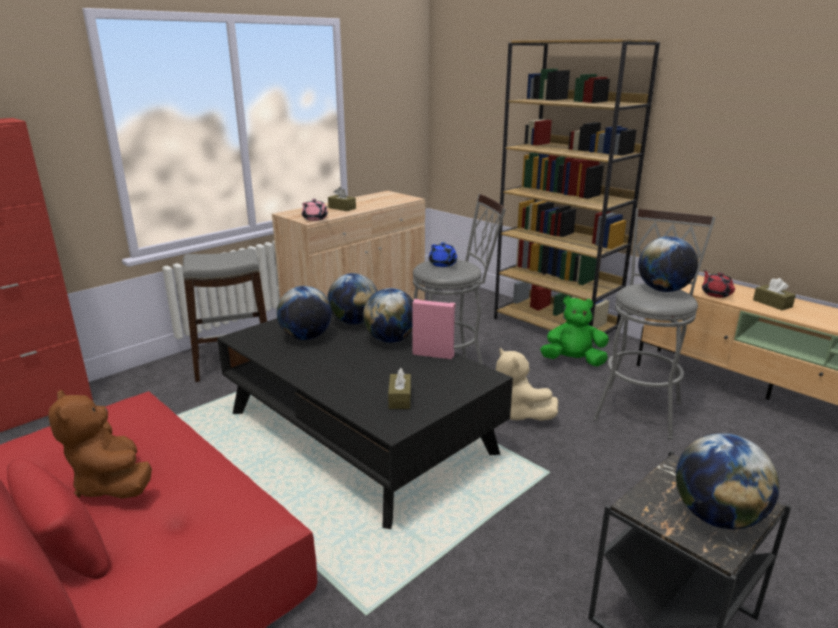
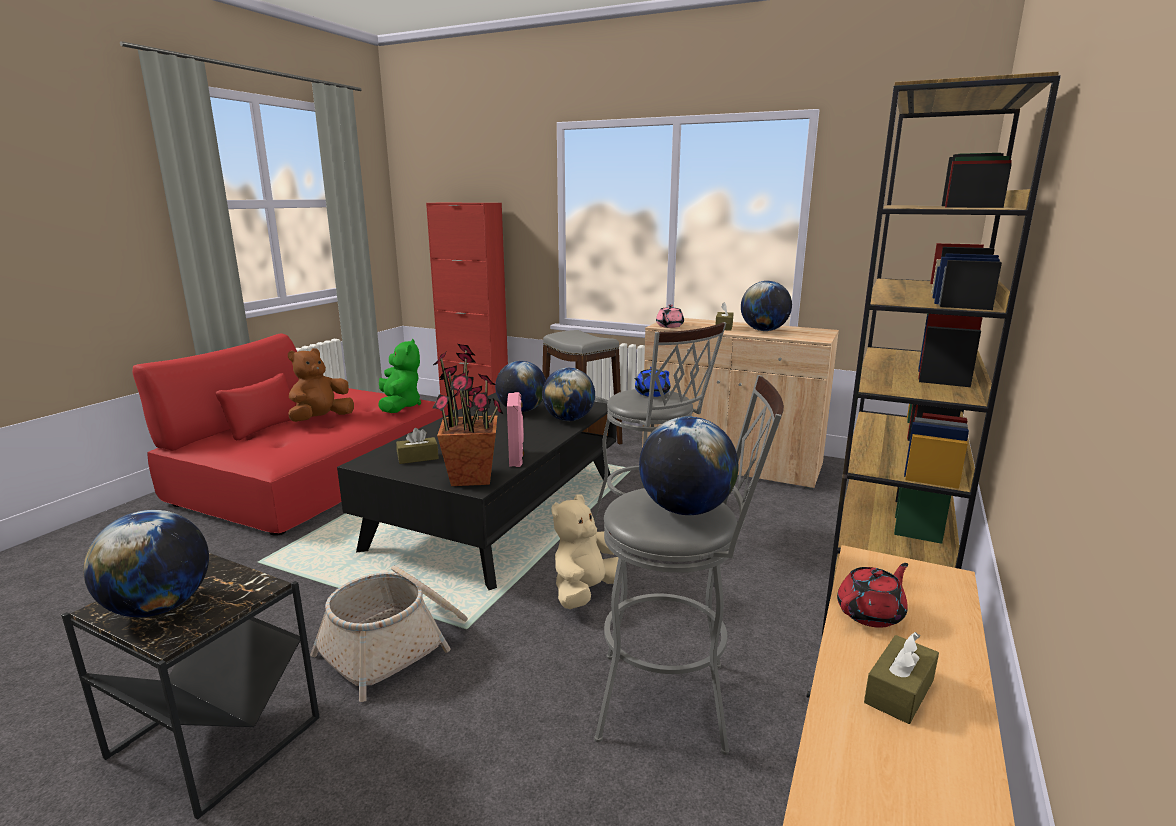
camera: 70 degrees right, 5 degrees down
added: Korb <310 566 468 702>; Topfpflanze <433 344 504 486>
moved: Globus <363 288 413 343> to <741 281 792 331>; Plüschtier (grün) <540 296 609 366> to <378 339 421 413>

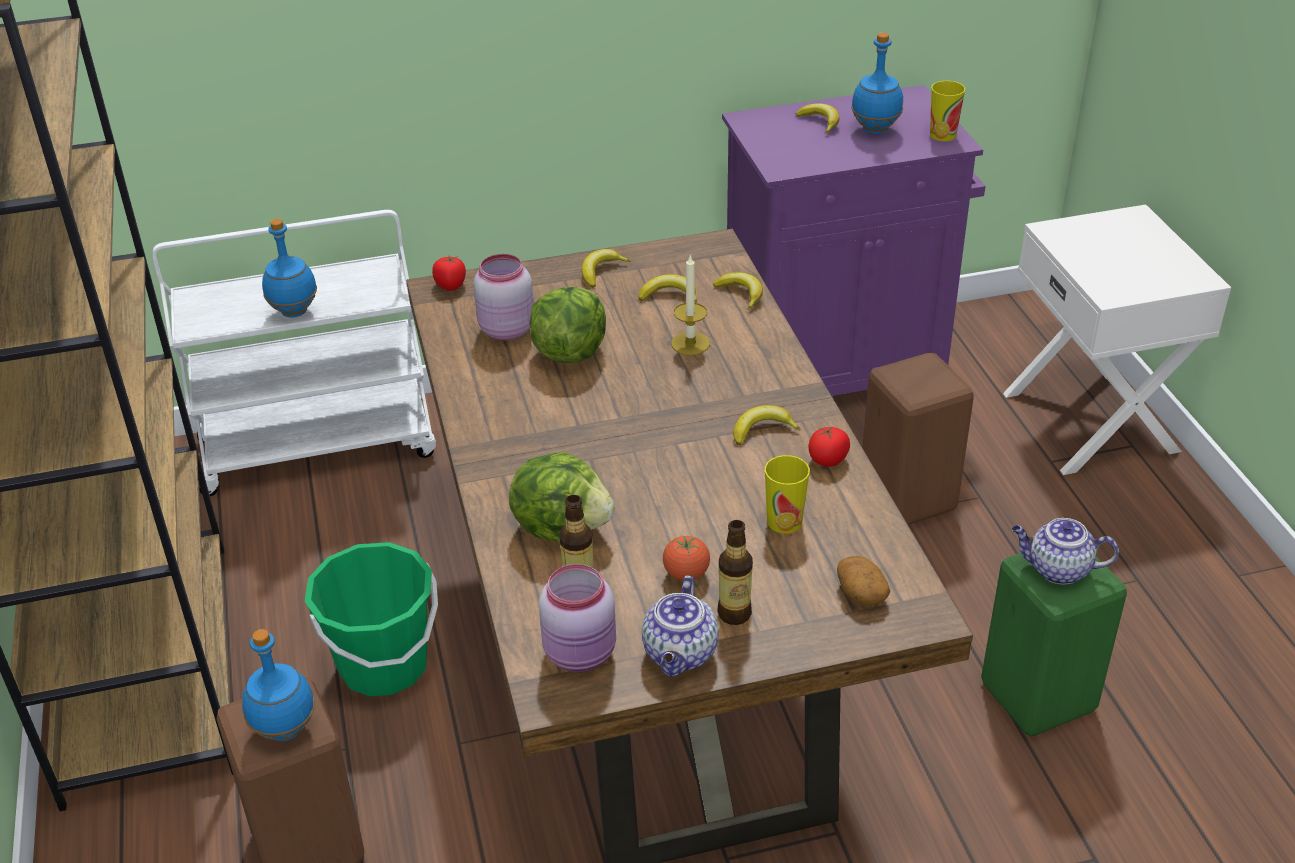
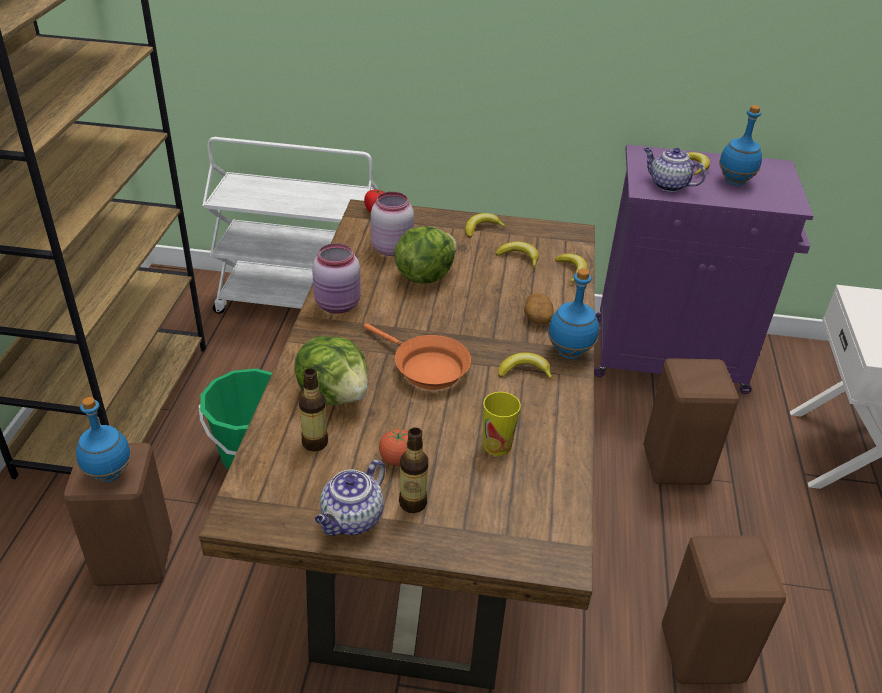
camera: 20 degrees right, 0 degrees up
removed: Kerze <671 254 710 355>; Tomate <809 426 850 467>; Tasse <930 81 965 141>
added: Pfanne (orange) <364 323 471 390>
moved: Flasche (blau) <262 219 317 318> to <548 268 599 359>; Vorratsglas (rosa) <539 564 616 672> to <312 243 361 314>; Kartoffel <837 556 890 605> to <524 293 553 324>; Teekanne <1012 518 1119 584> to <644 148 706 192>
recoloured: Hocker (grün) <981 553 1127 736> to Hocker (braun) <662 536 786 684>

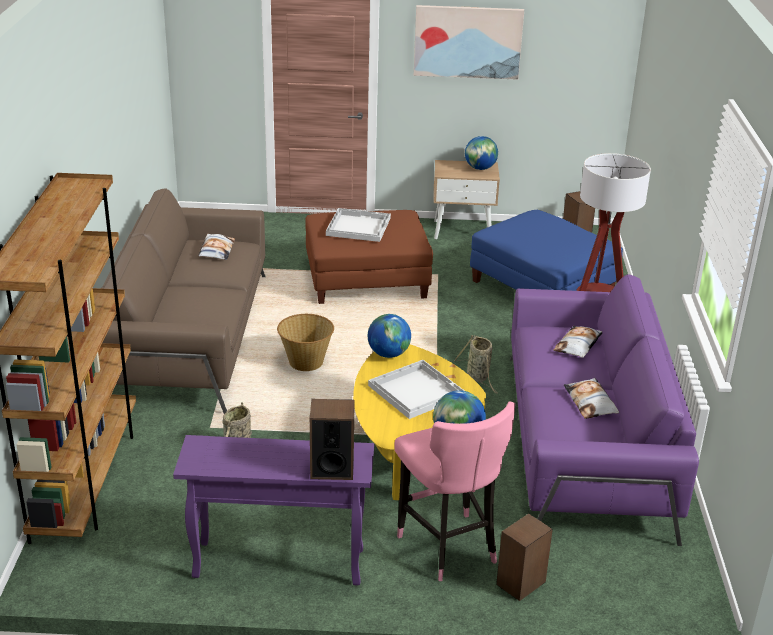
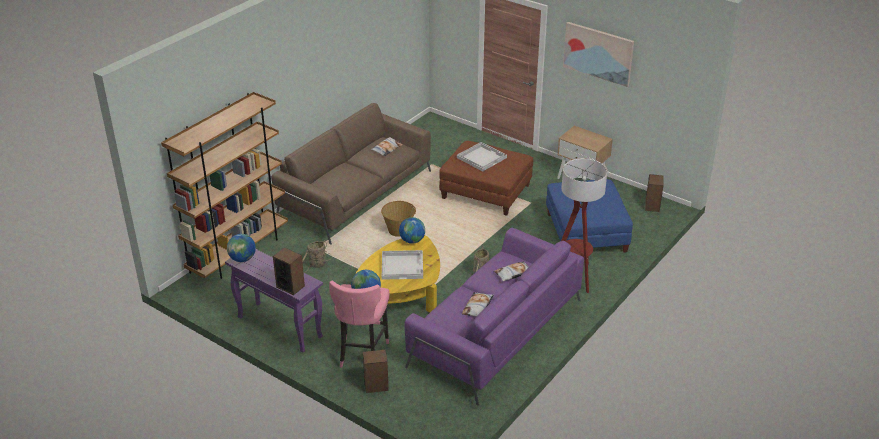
camera: 35 degrees right, 5 degrees up
moved: Globus <465 136 498 170> to <227 234 256 262>

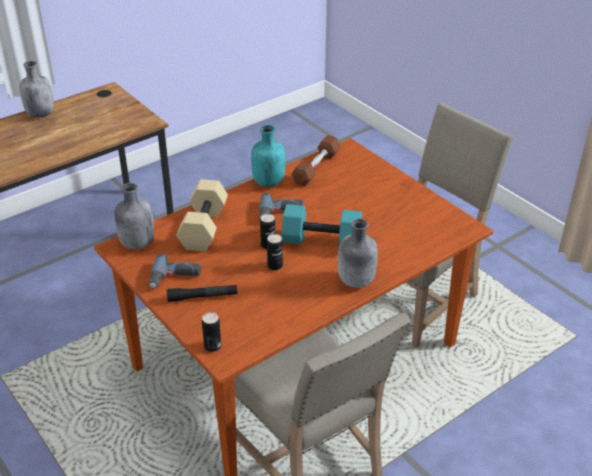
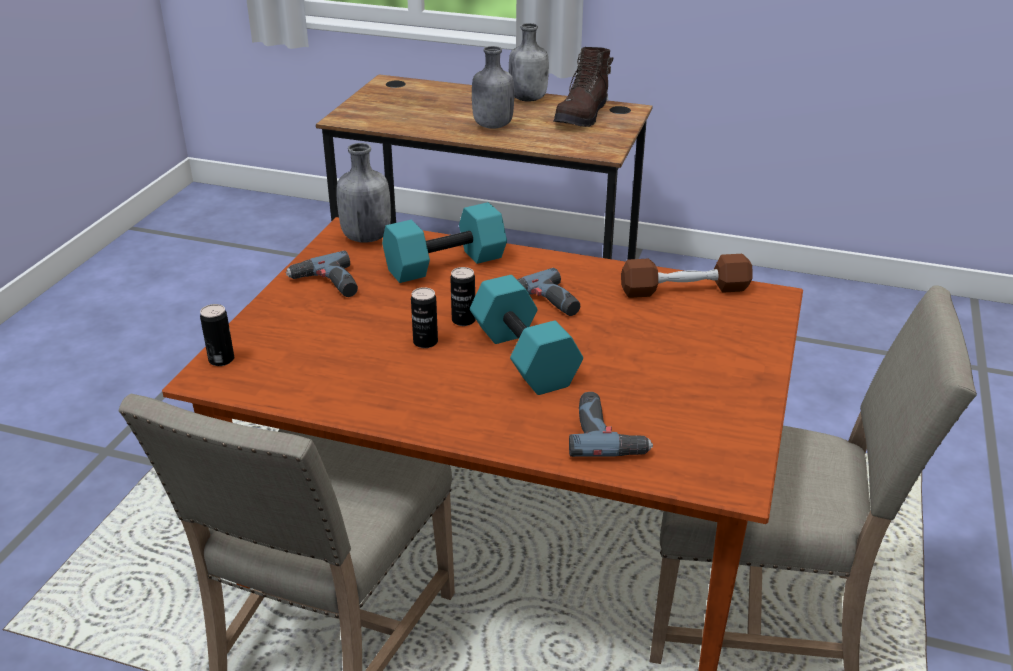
camera: 55 degrees right, 5 degrees down
removed: Taschenlampe (schwarz) <167 285 238 302>; Flasche (türkis) <251 125 285 187>
added: Stiefel (braun) <554 47 613 127>; Bohrmaschine <569 392 653 457>
moved: Flasche (grau) <338 219 378 288> to <472 46 514 129>
recoloured: Hantel (beige) <176 179 228 251> to Hantel (türkis) <382 202 507 283>

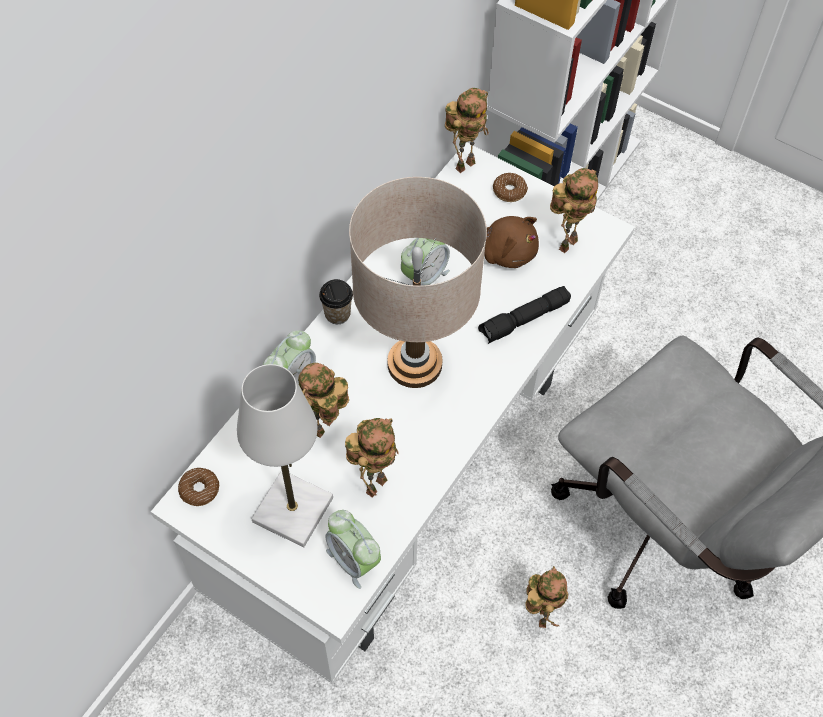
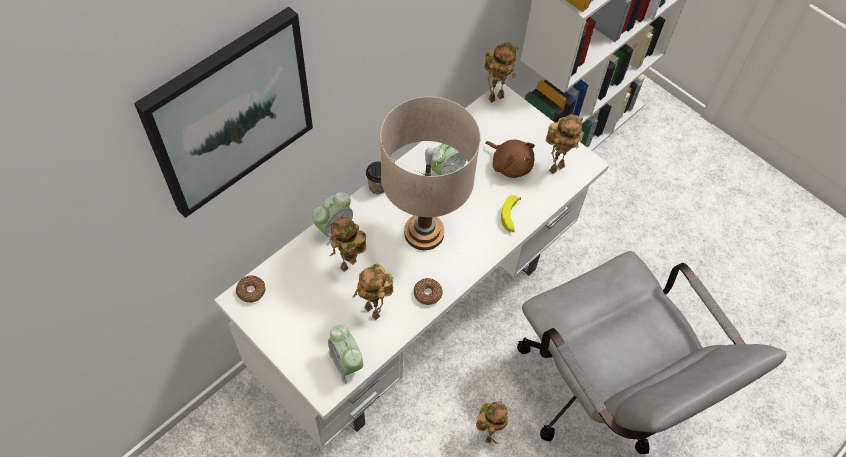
camera: 10 degrees right, 0 degrees up
removed: Tischlampe (weiß) <237 364 333 547>
added: Bild <134 7 313 218>
moved: Donut <493 173 528 202> to <414 278 443 305>
replaced: Taschenlampe (schwarz) <478 286 571 344> to Banane <501 195 521 232>
turned: Spielzeugroboter <345 418 399 498> = <353 264 393 320> 90 degrees clockwise

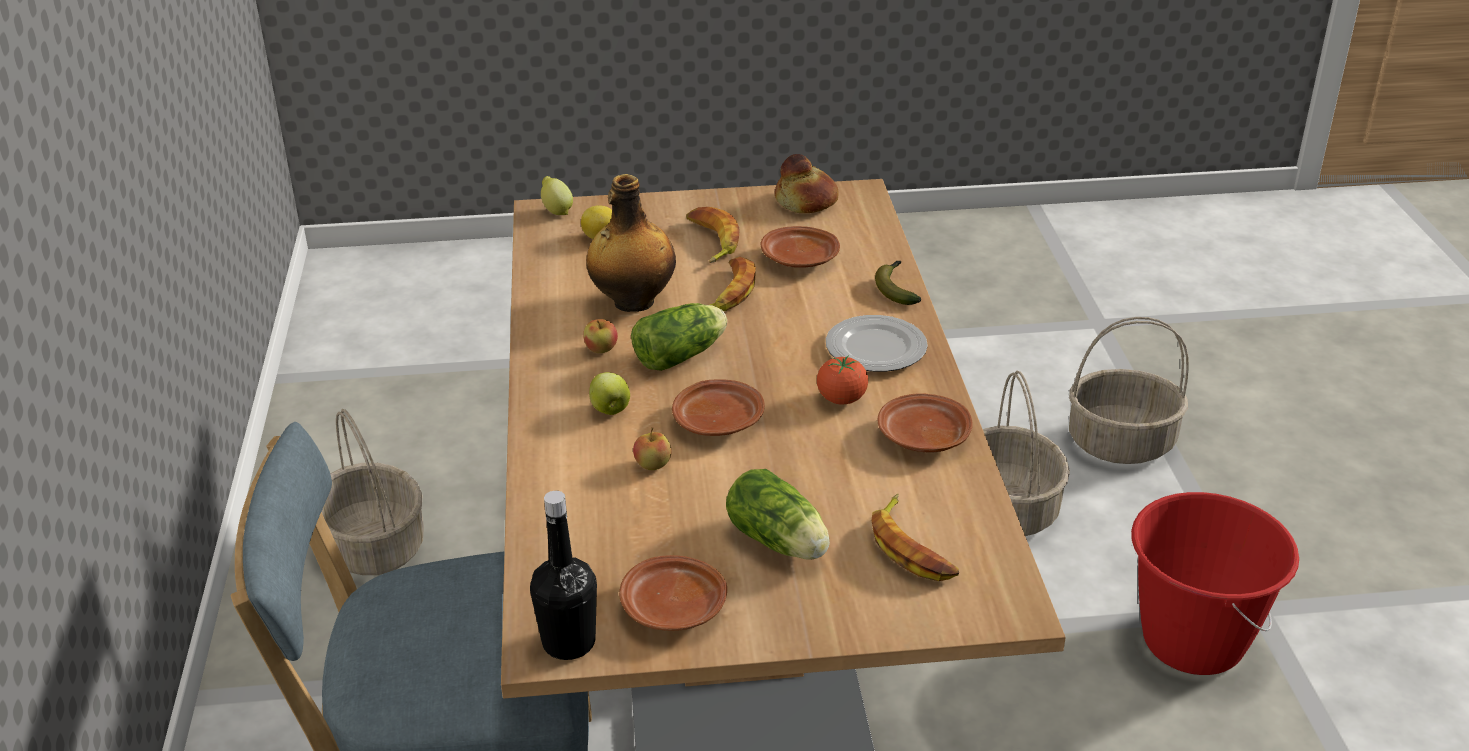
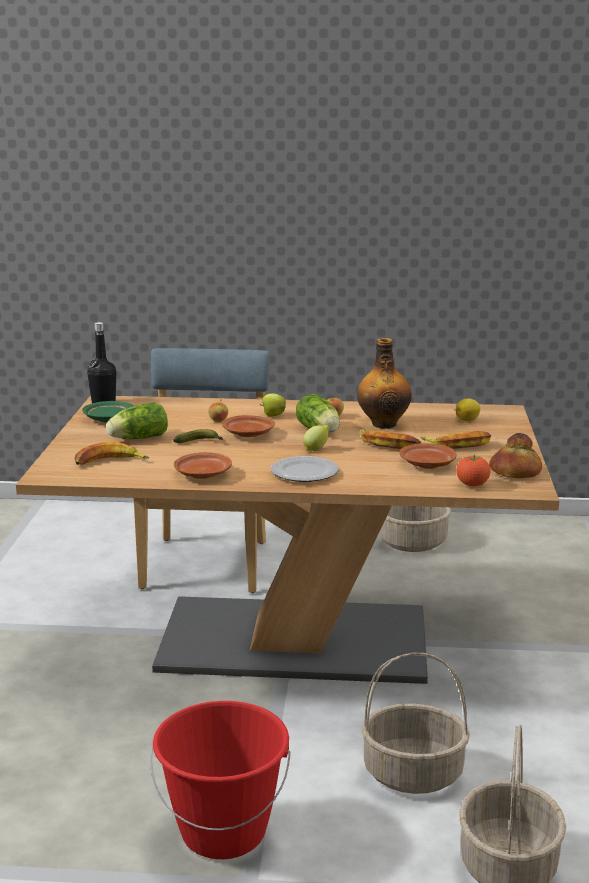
camera: 100 degrees right, 15 degrees down
moved: Zitrone <541 176 573 215> to <303 425 330 451>; Tomate <817 355 868 405> to <456 454 491 486>; Banane <875 261 921 305> to <173 429 223 443>
recoloured: Teller (braun) <619 555 727 631> to Teller (grün) <82 401 134 422>

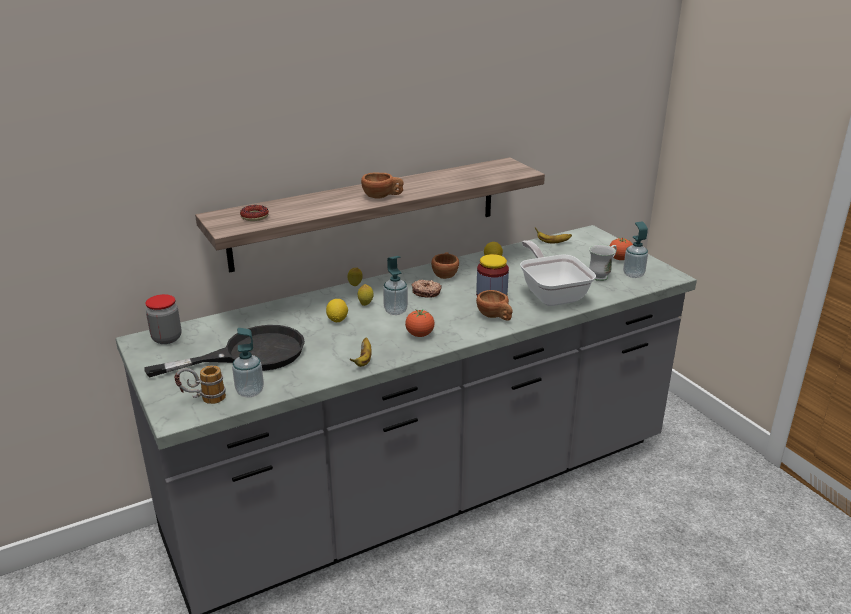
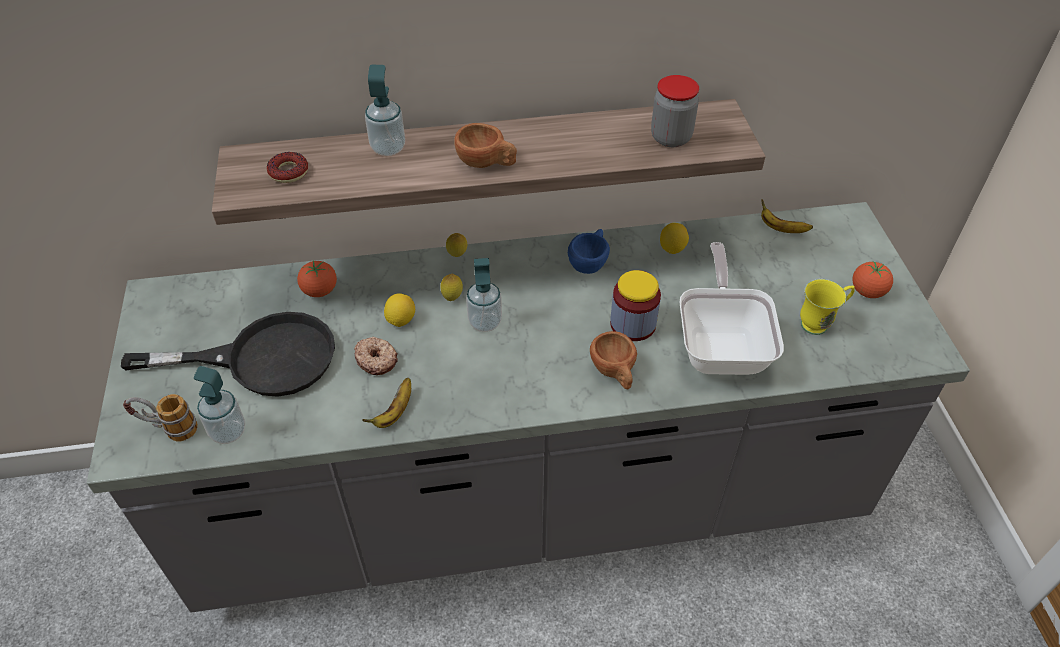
camera: 20 degrees right, 20 degrees up
moved: Vorratsglas <145 294 181 344> to <651 75 699 147>; Tomate <405 309 435 337> to <297 260 337 297>; Donut <412 280 442 298> to <354 337 398 375>; Seifenspender <623 222 648 278> to <365 65 405 156>
recoloured: Tasse (braun) <431 252 459 279> to Tasse (blau) <568 229 610 274>; Henkelbecher (weiß) <589 245 617 281> to Henkelbecher (gelb) <800 279 855 335>

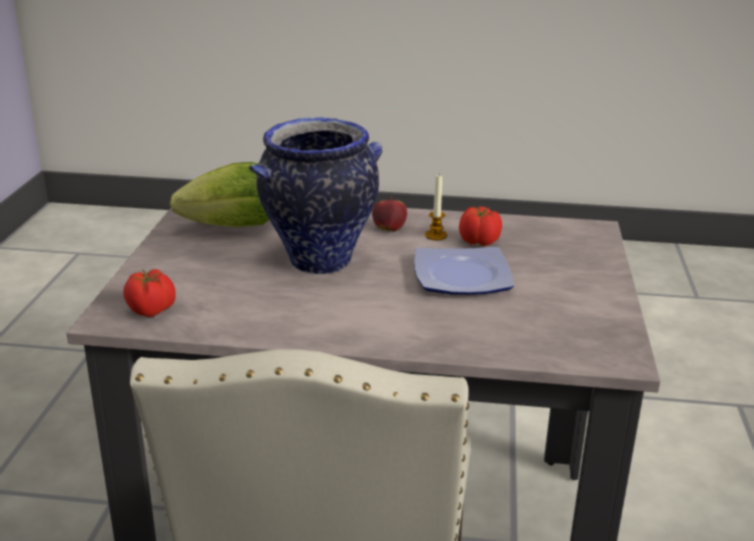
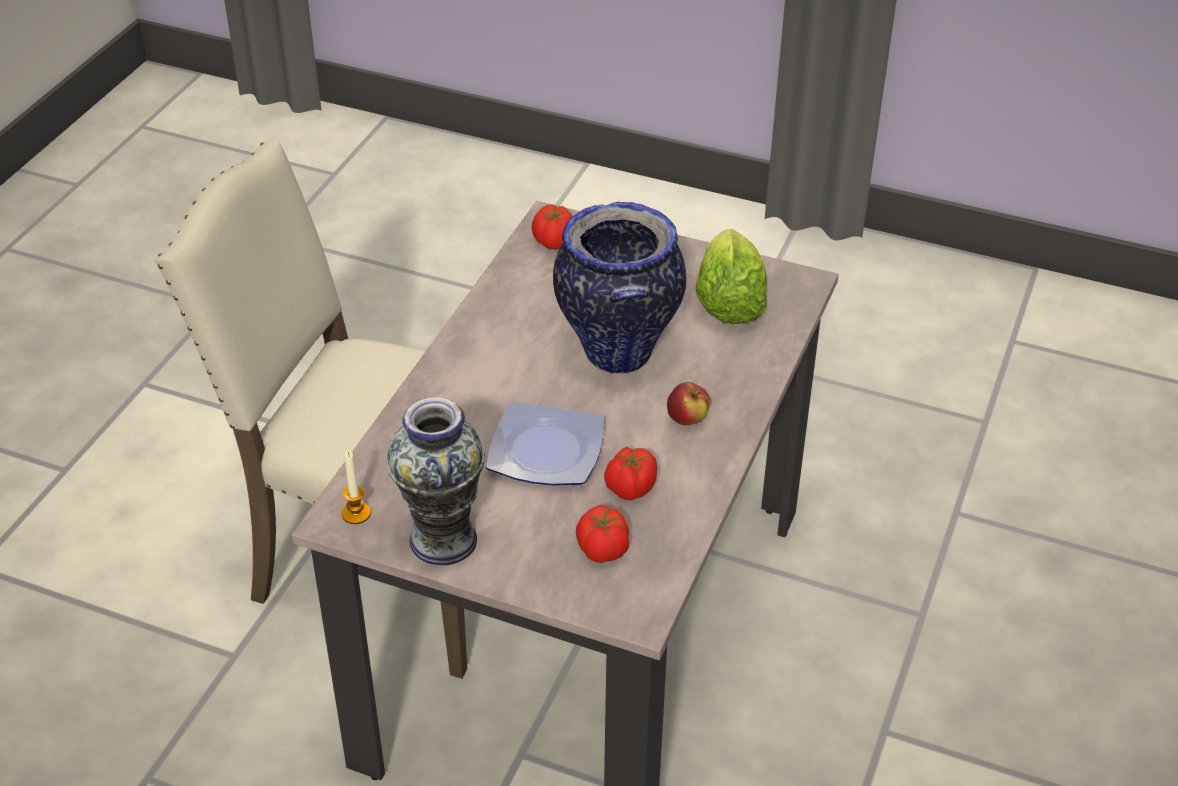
camera: 105 degrees right, 15 degrees up
added: Vase <386 397 485 565>; Tomate <576 505 629 563>
moved: Kerze <425 175 447 240> to <342 451 371 524>

